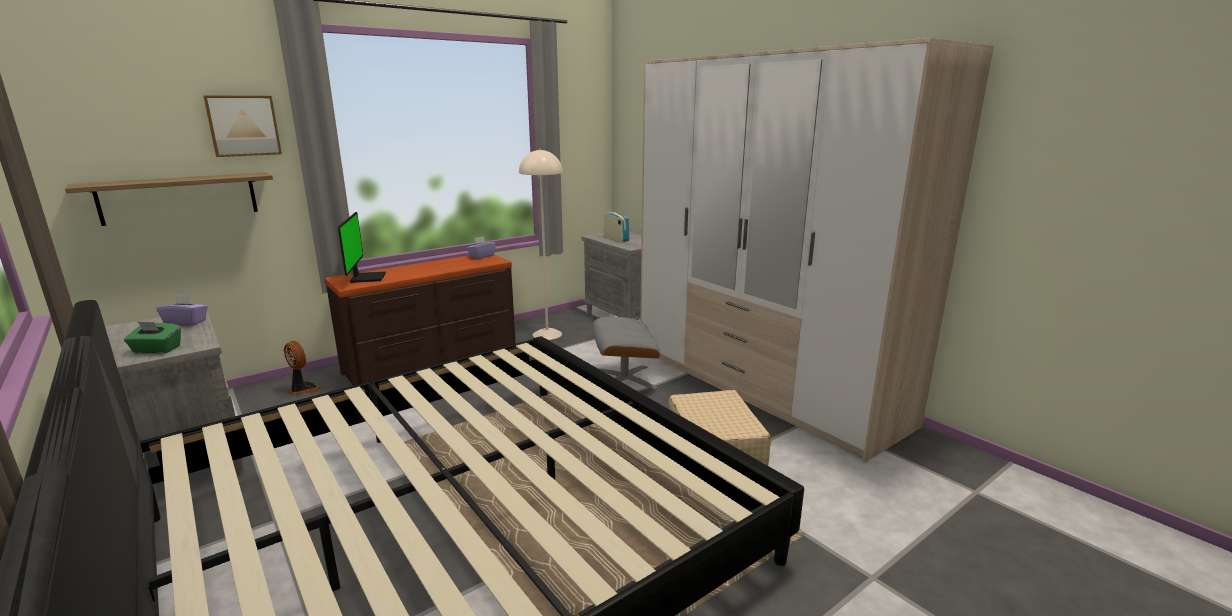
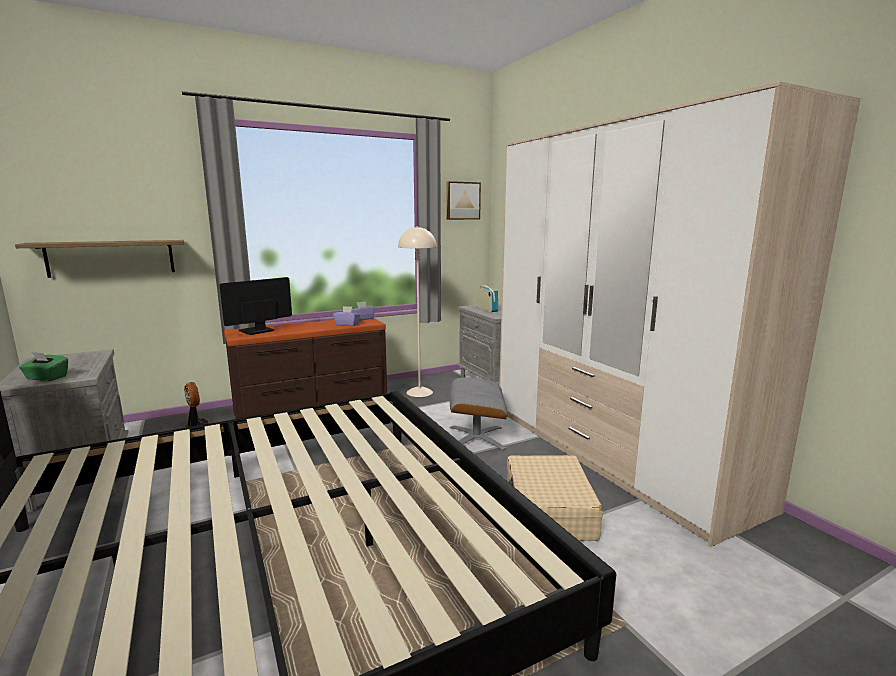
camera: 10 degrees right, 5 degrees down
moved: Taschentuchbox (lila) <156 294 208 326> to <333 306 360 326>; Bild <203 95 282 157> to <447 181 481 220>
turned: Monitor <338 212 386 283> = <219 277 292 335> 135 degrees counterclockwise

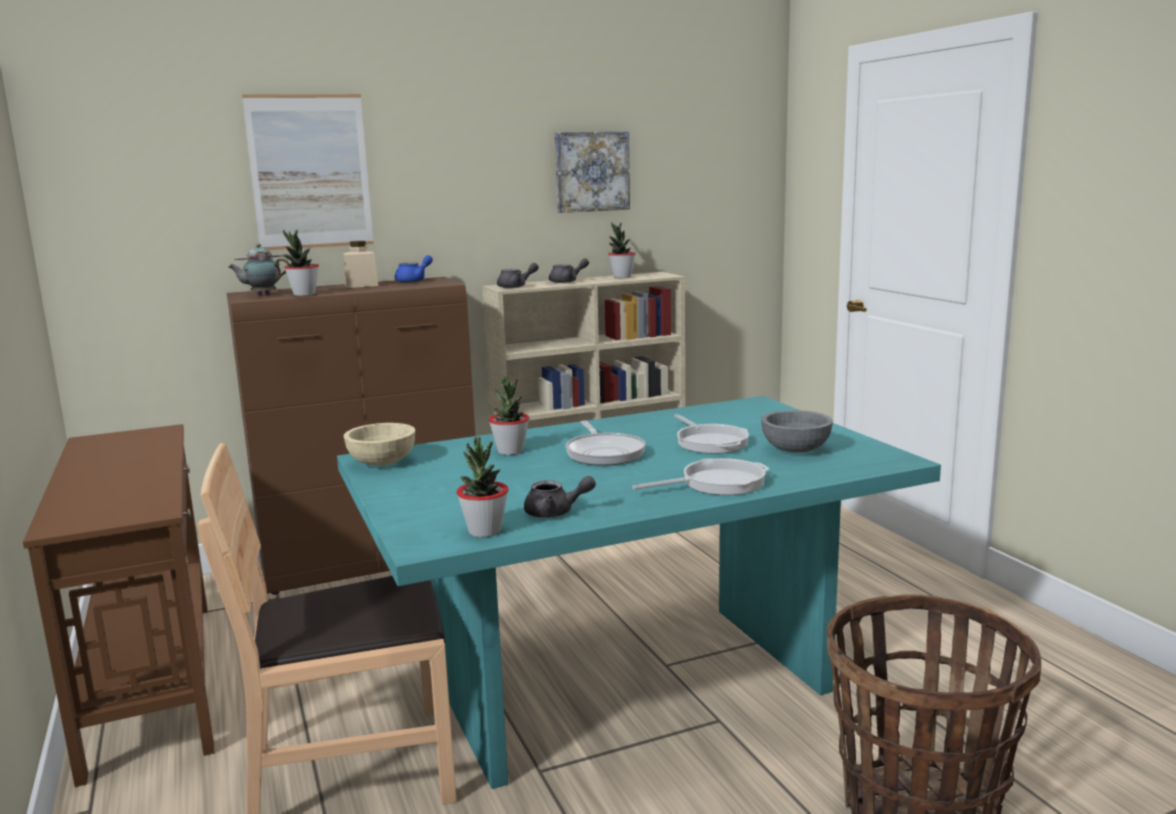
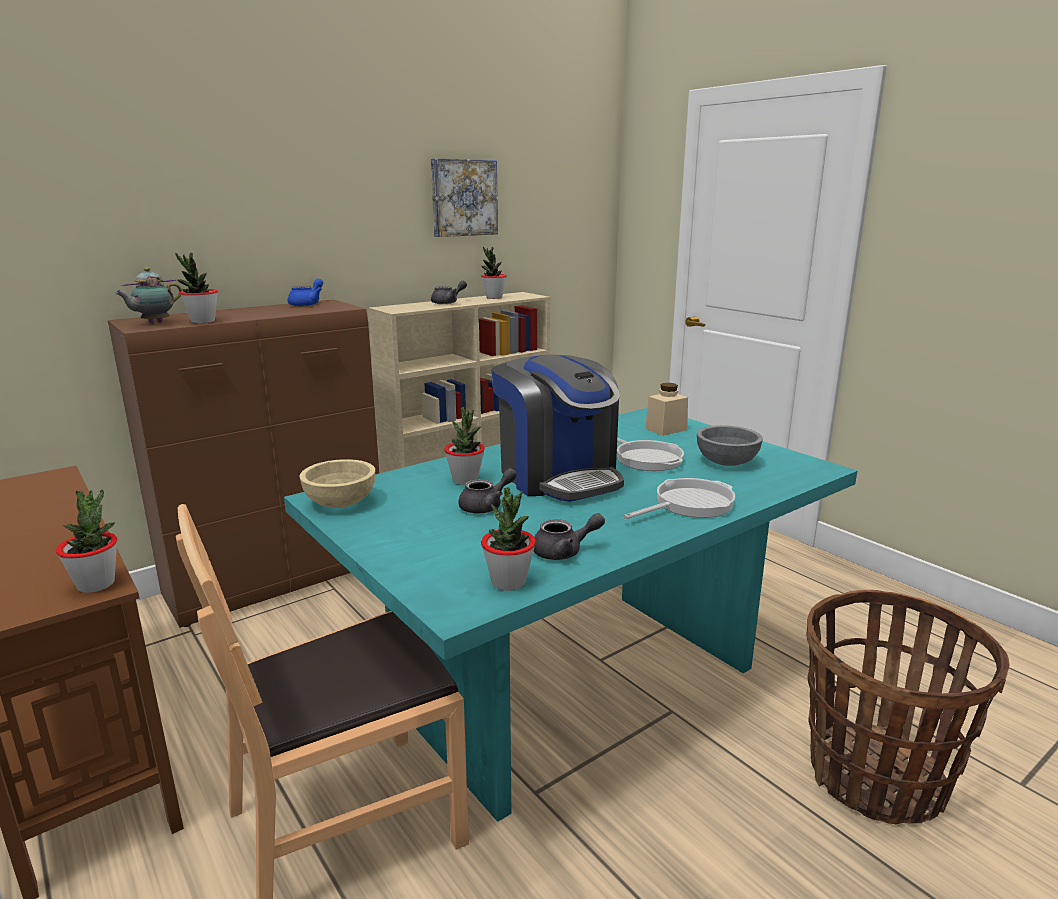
camera: 15 degrees left, 5 degrees up
removed: Bild <242 94 374 250>
added: Topfpflanze <56 489 117 593>
moved: Vorratsglas (beige) <343 241 378 288> to <645 383 688 436>; Teekanne (grau) <497 263 539 288> to <459 468 517 514>
replaced: Pfanne <566 421 646 466> to Kaffeemaschine <491 354 624 502>

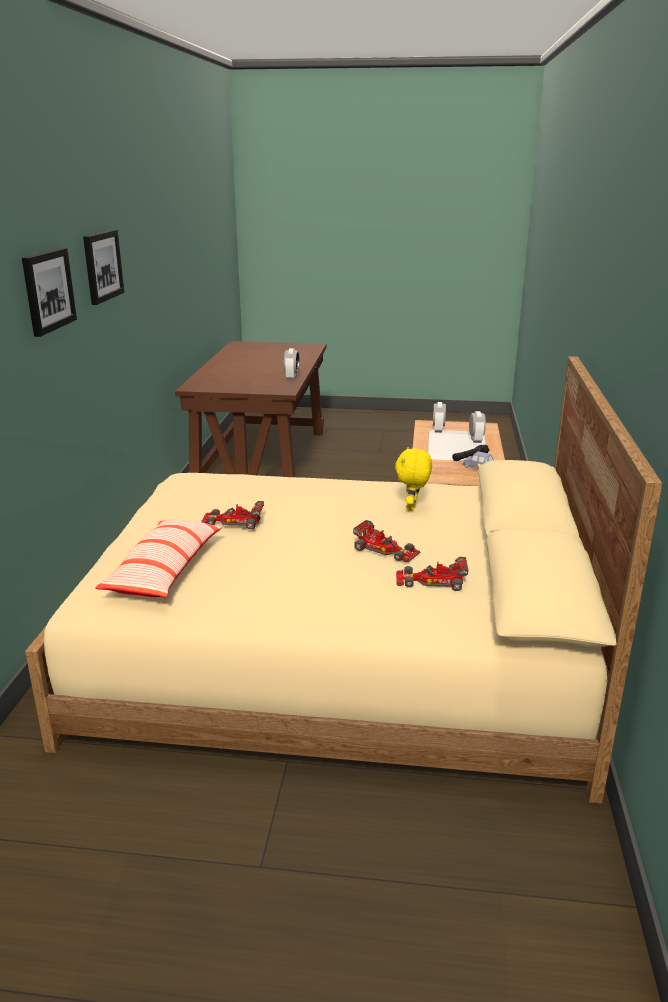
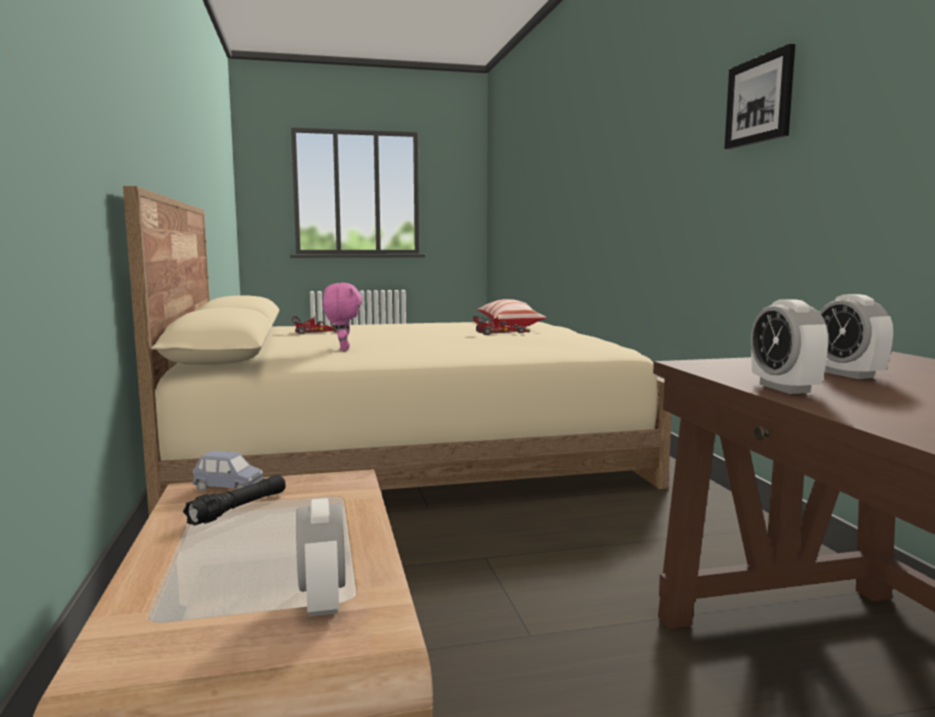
camera: 160 degrees right, 15 degrees down
removed: Bild <22 248 77 337>; Spielzeugauto <353 520 420 562>
moved: Wecker <469 411 486 443> to <819 294 893 379>
recoloured: Plüschtier (gelb) <395 447 432 511> to Plüschtier (rosa) <323 283 362 351>

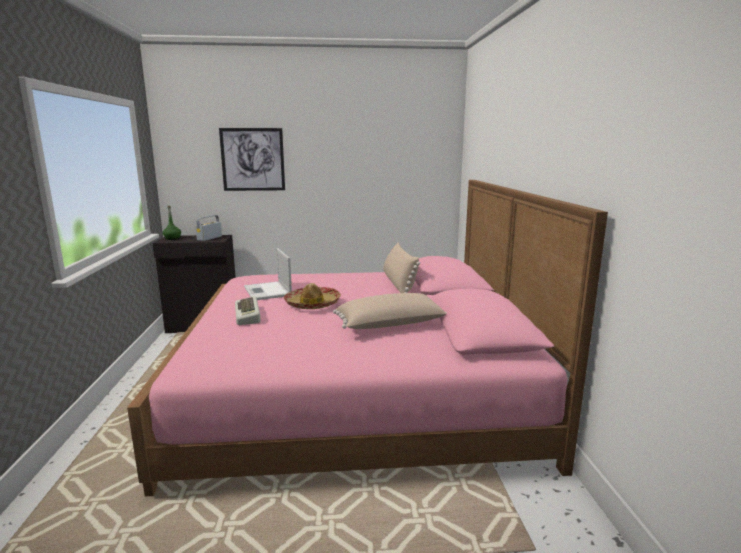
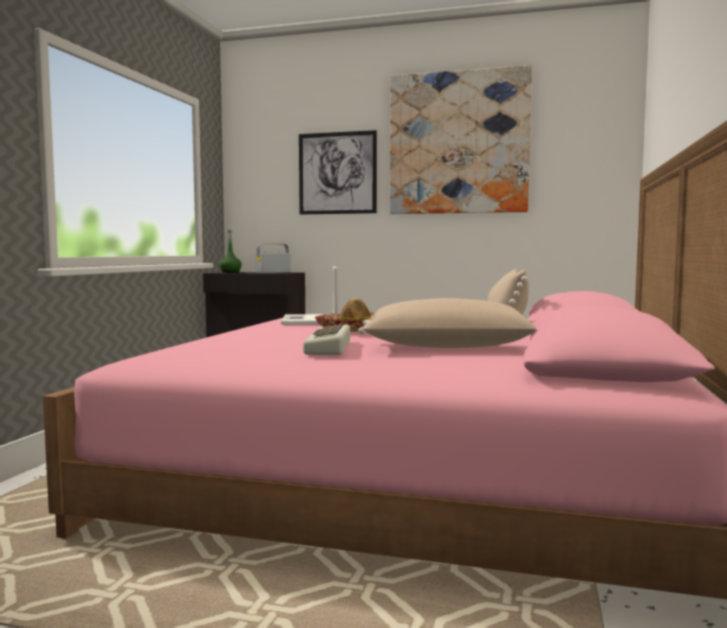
camera: 20 degrees right, 10 degrees down
added: Bild <390 65 532 214>
moved: Tastatur <235 296 261 325> to <303 324 350 355>

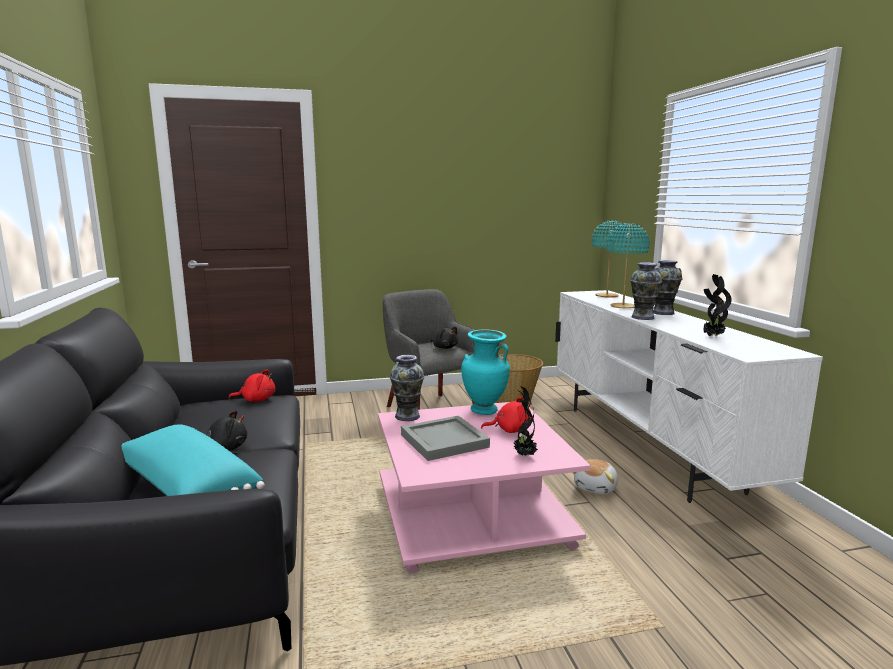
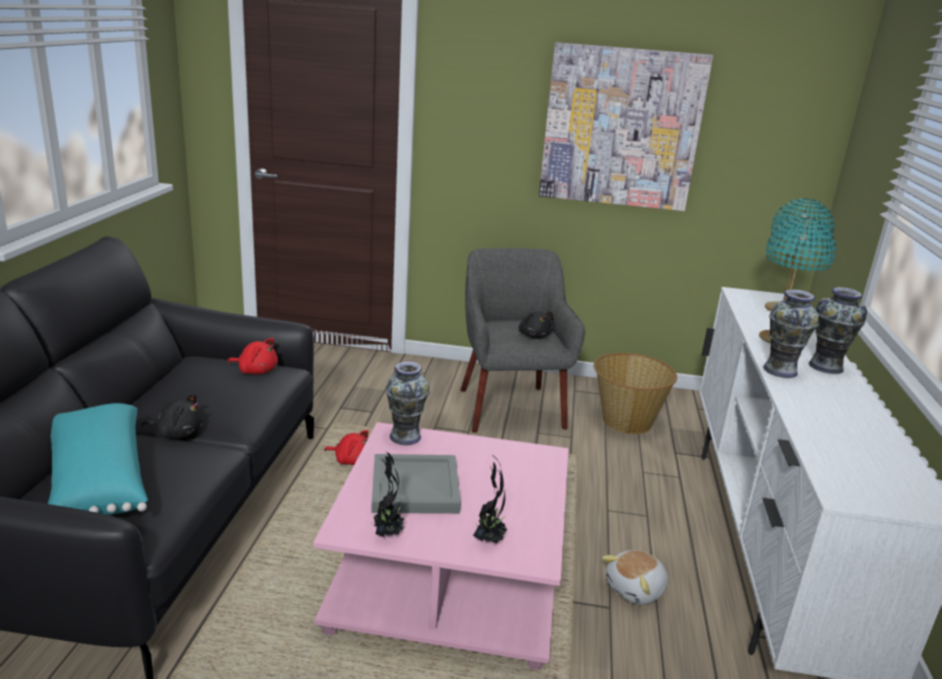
camera: 20 degrees right, 10 degrees up
removed: Vase (türkis) <461 330 510 415>
added: Bild <539 42 713 211>
moved: Plüschtier (rot) <481 397 531 433> to <324 430 369 465>; Topfpflanze <703 274 731 336> to <372 451 404 537>

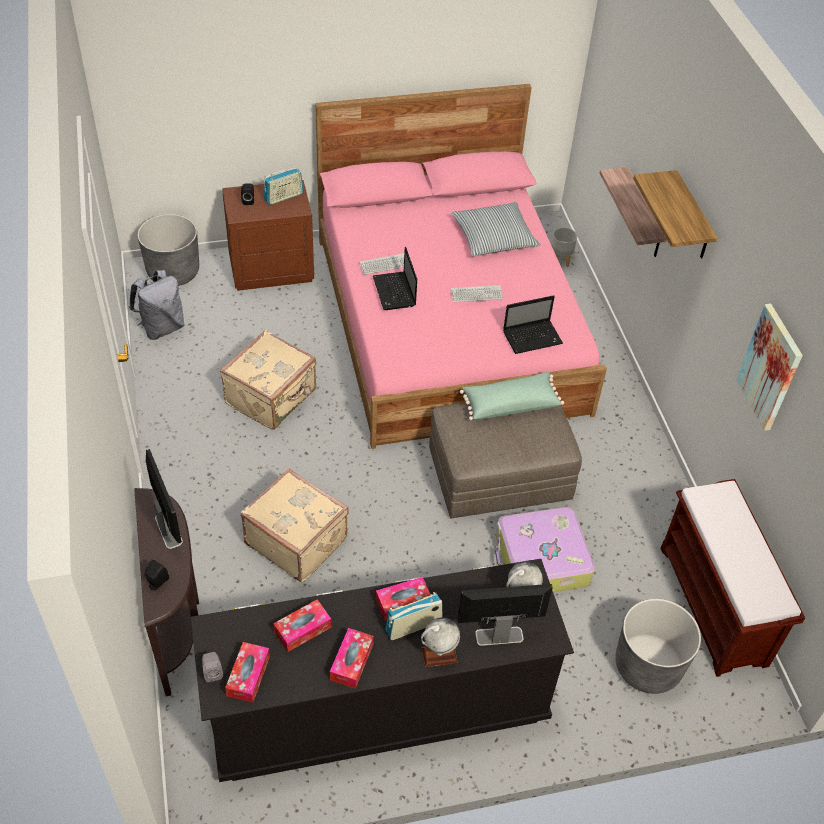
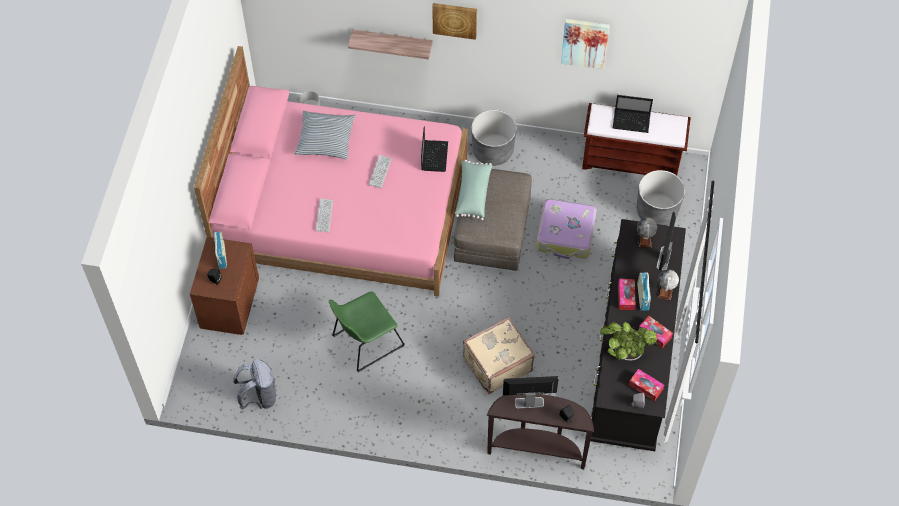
camera: 65 degrees left, 10 degrees up
moved: Pflanzkübel (grau) <137 214 199 286> to <471 110 517 166>; Laptop <373 247 417 310> to <613 95 653 133>
replaced: Koffer (beige) <220 330 316 430> to Stuhl (grün) <328 291 405 372>; Taschentuchbox <273 599 331 652> to Topfpflanze <600 322 657 360>; Wandregal <633 170 717 259> to Bild <432 3 477 40>

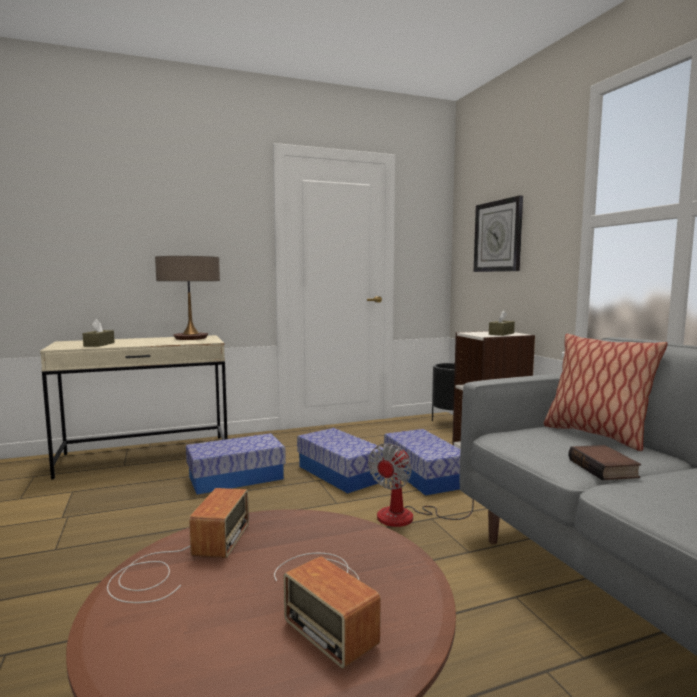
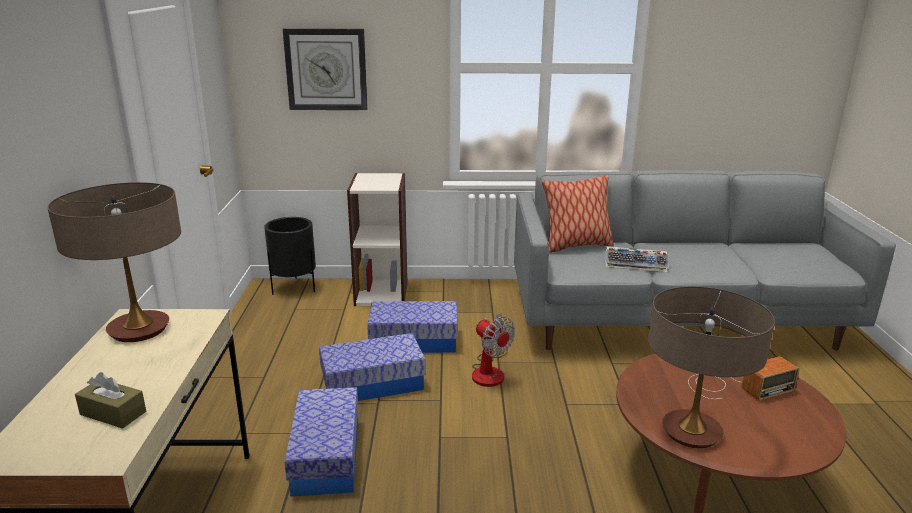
camera: 70 degrees left, 15 degrees up
removed: Taschentuchbox (braun) <489 310 515 336>
replaced: Radio <107 488 249 603> to Tischlampe <648 286 775 448>; Buch <568 445 641 480> to Tastatur <605 246 669 272>

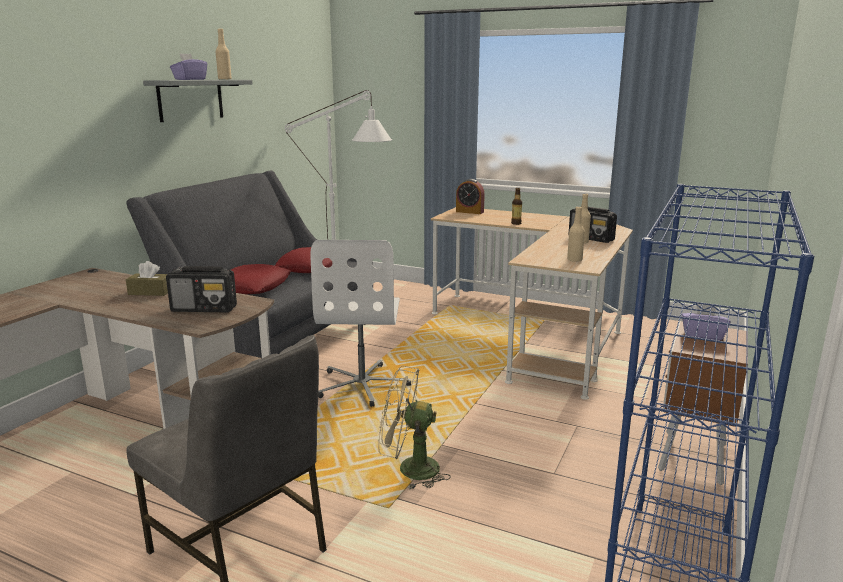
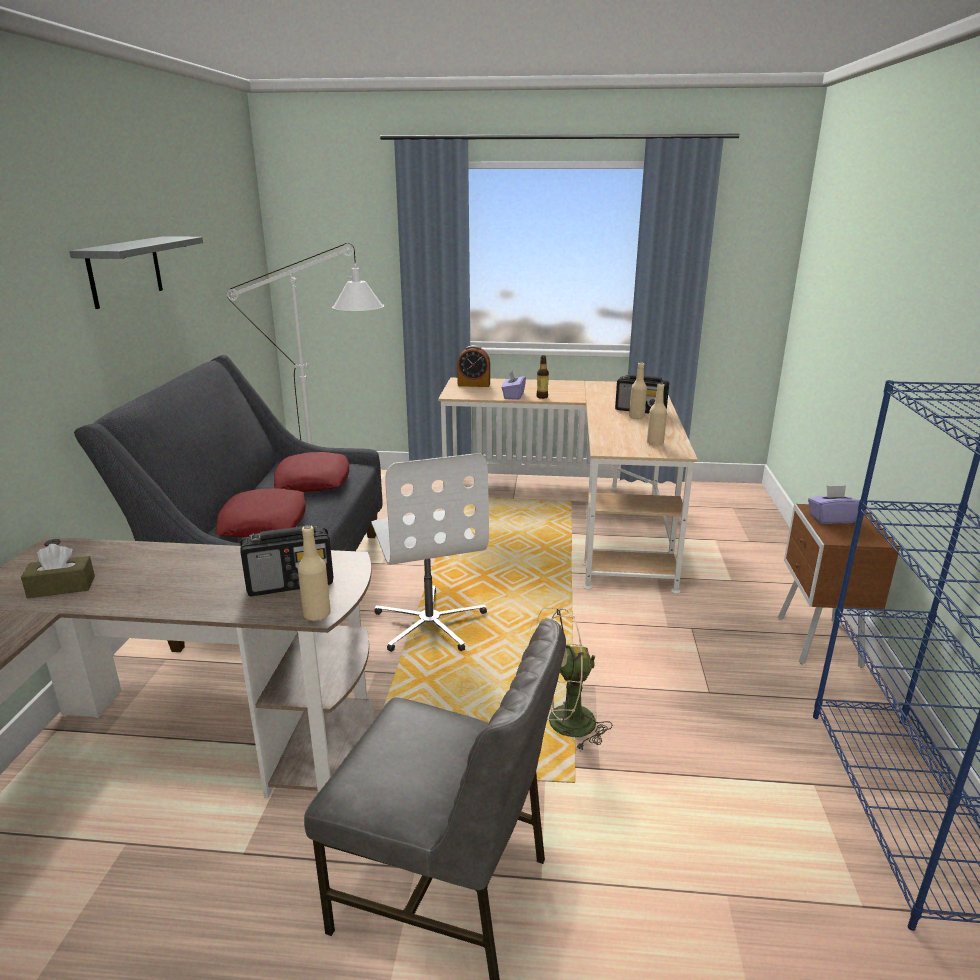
camera: 20 degrees left, 5 degrees up
moved: Taschentuchbox (braun) <126 261 168 296> to <21 544 95 598>; Taschentuchbox (lila) <170 53 207 80> to <502 370 526 400>; Flasche (beige) <216 29 232 80> to <298 525 331 621>

